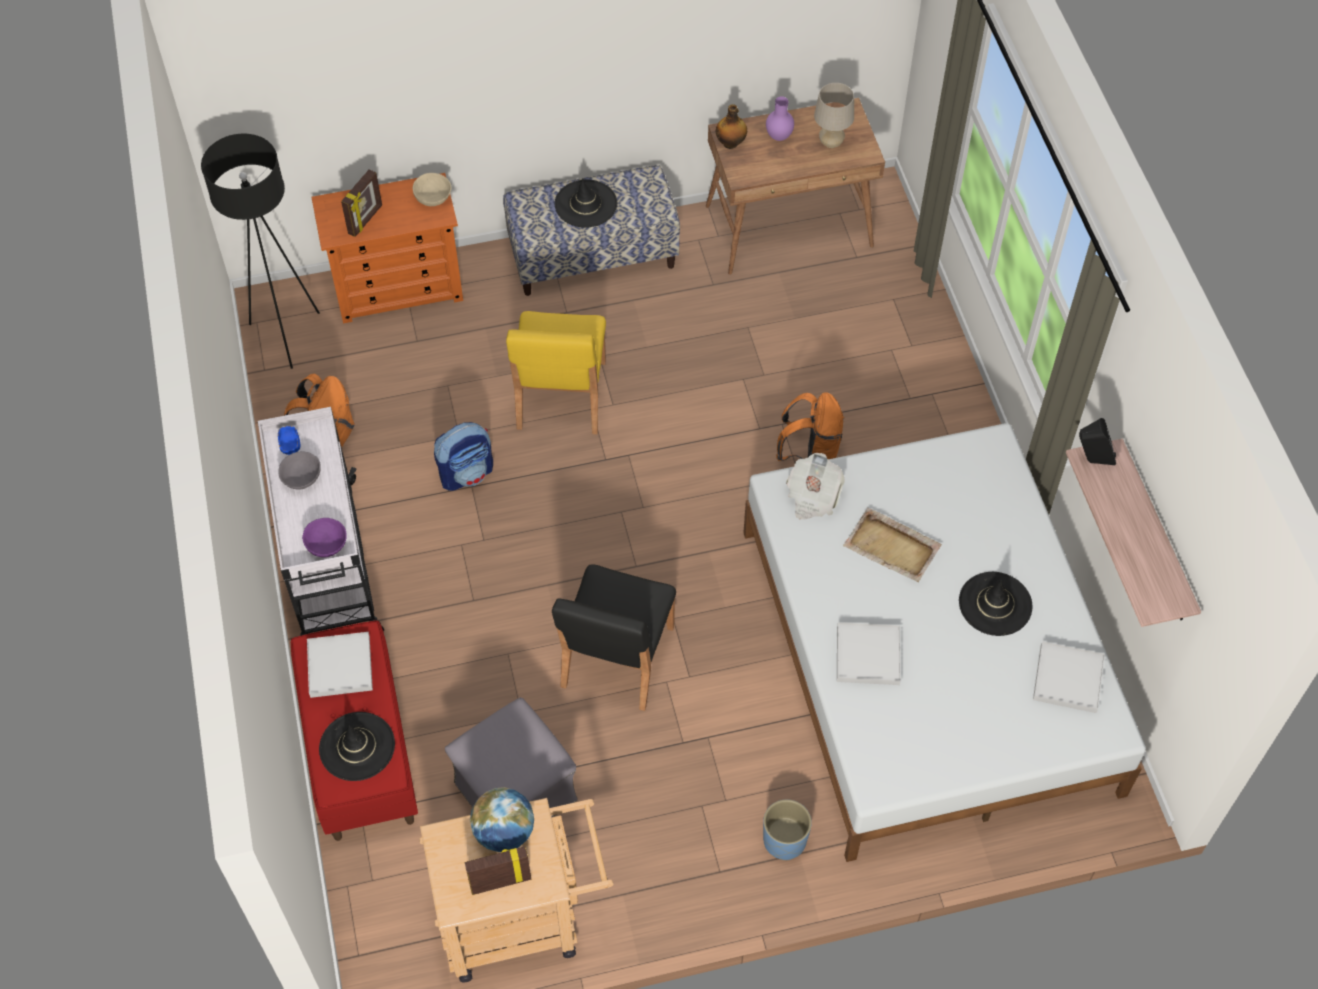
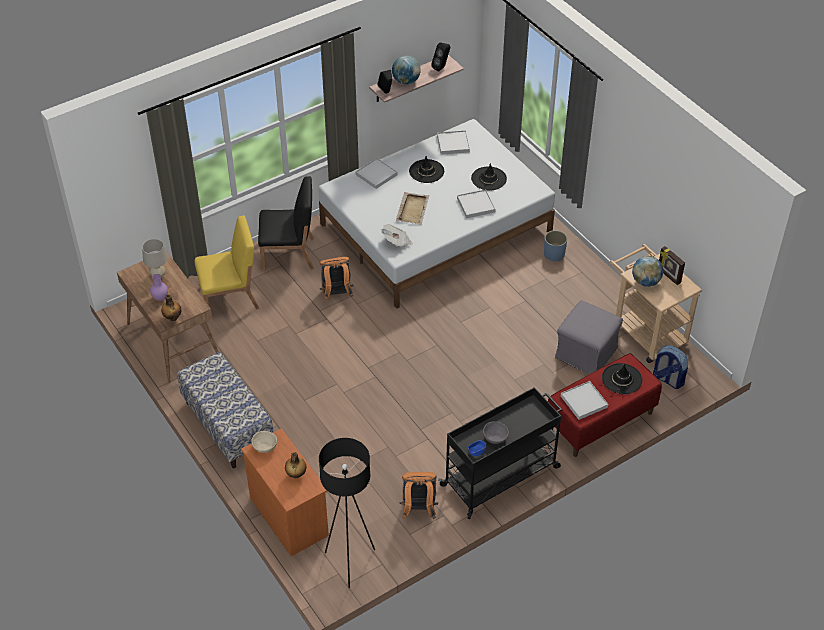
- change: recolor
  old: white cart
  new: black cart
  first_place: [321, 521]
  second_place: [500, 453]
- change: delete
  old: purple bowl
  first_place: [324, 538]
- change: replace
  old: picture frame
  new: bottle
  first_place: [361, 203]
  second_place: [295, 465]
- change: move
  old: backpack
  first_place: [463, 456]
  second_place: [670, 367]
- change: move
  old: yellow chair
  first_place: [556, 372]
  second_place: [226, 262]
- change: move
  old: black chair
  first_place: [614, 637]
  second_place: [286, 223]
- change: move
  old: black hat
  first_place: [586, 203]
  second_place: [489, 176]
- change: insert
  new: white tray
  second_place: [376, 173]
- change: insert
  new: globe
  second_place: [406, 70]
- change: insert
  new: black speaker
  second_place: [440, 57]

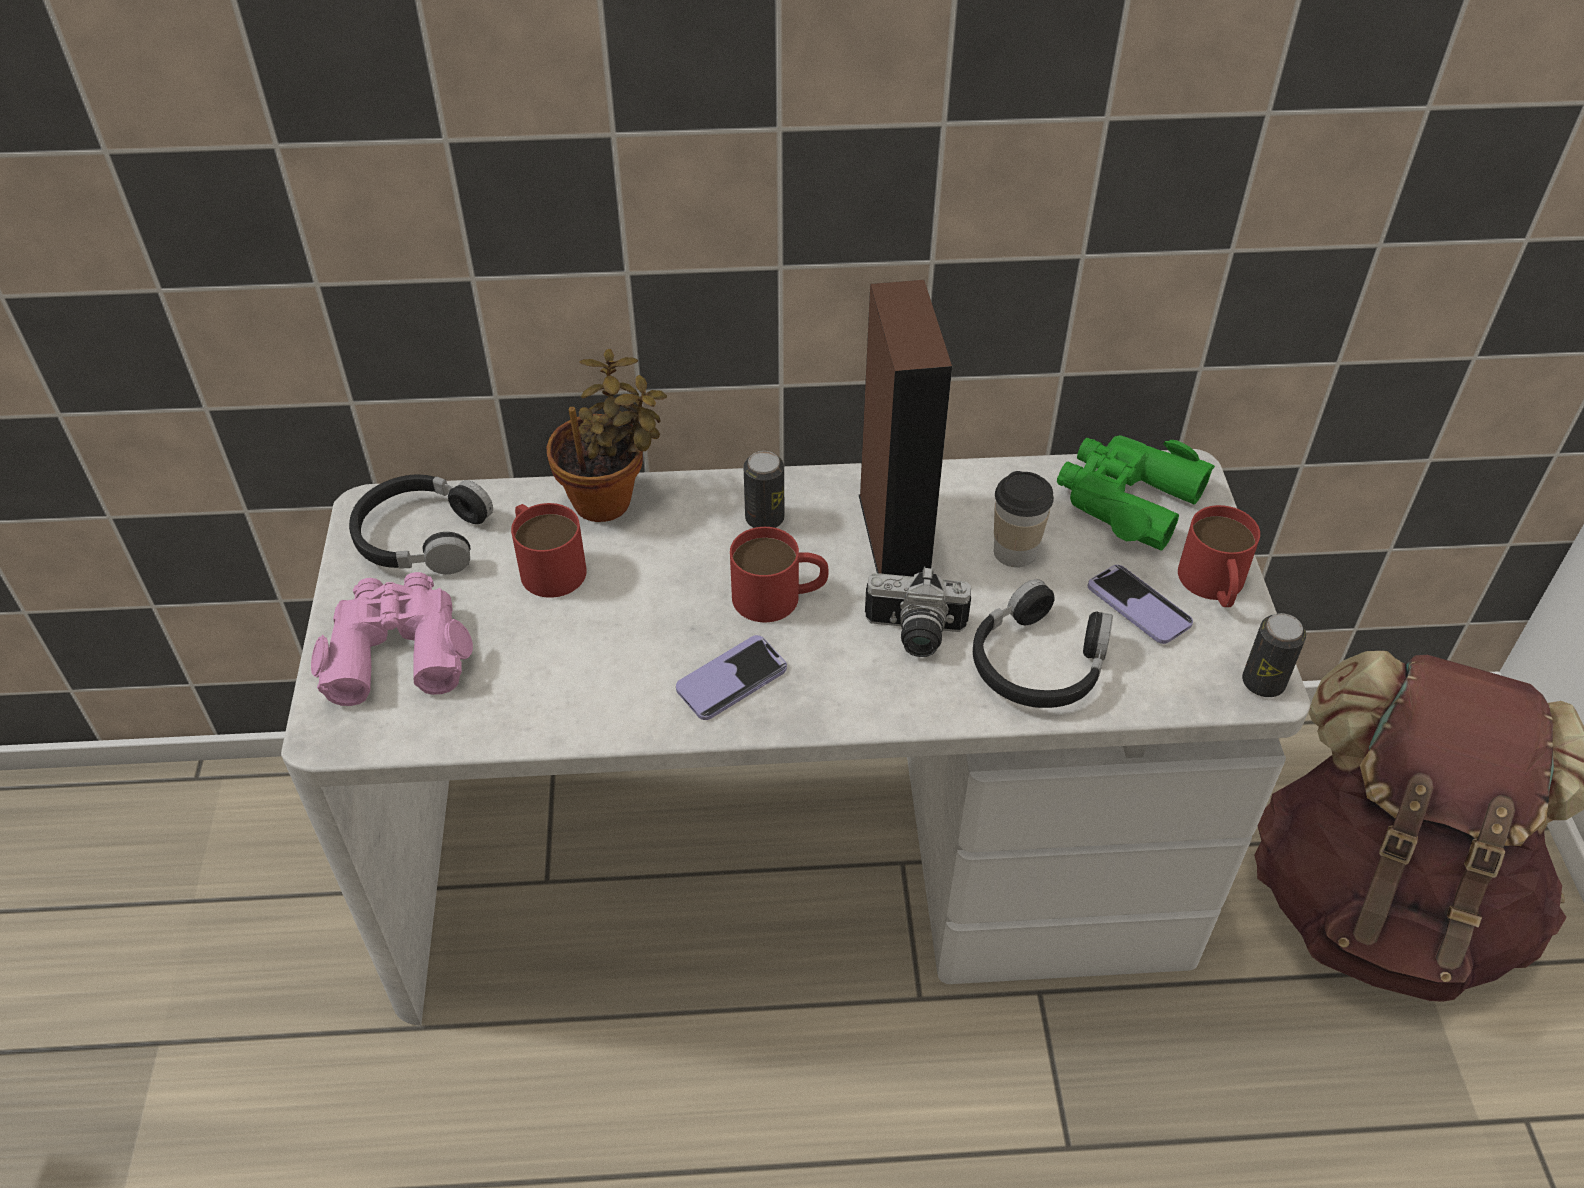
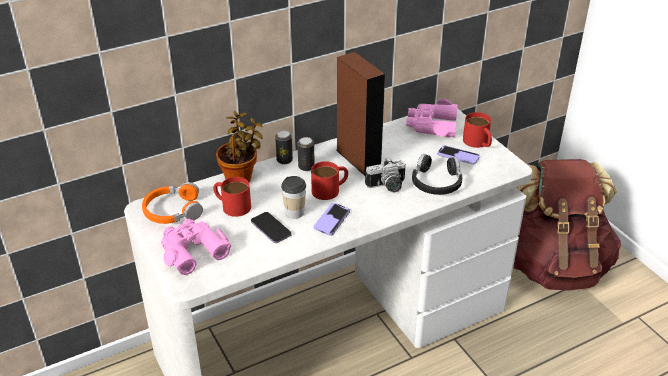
- change: recolor
  old: black headphones
  new: orange headphones
  first_place: [421, 524]
  second_place: [172, 203]
- change: move
  old: cup
  first_place: [1024, 519]
  second_place: [293, 197]
- change: recolor
  old: green binoculars
  new: pink binoculars
  first_place: [1136, 493]
  second_place: [432, 118]
- change: move
  old: can
  first_place: [1274, 655]
  second_place: [284, 147]
- change: insert
  new: phone
  second_place: [271, 227]

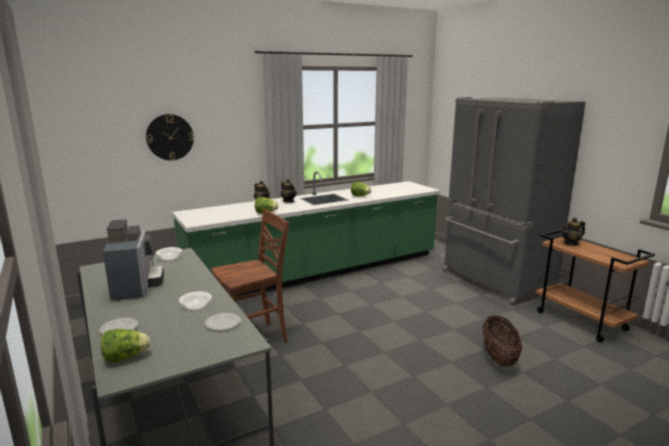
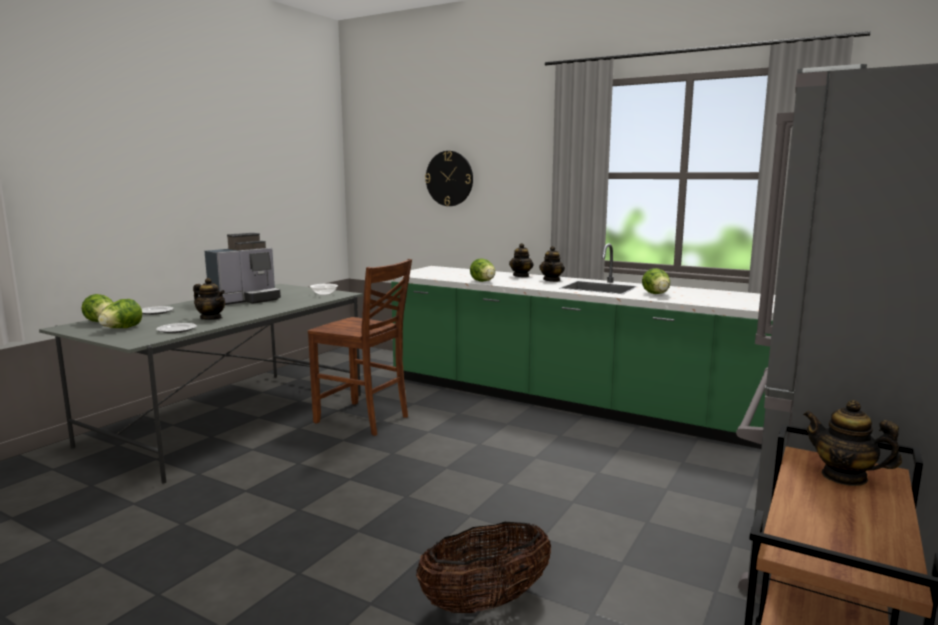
- change: replace
  old: bowl
  new: teapot
  first_place: [195, 300]
  second_place: [209, 299]
- change: insert
  new: lettuce
  second_place: [120, 313]

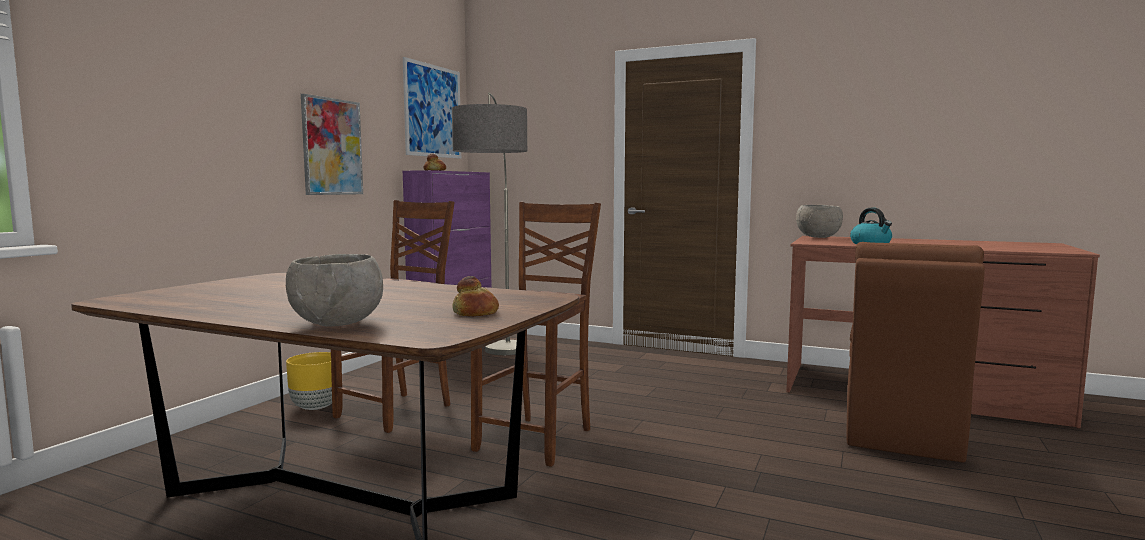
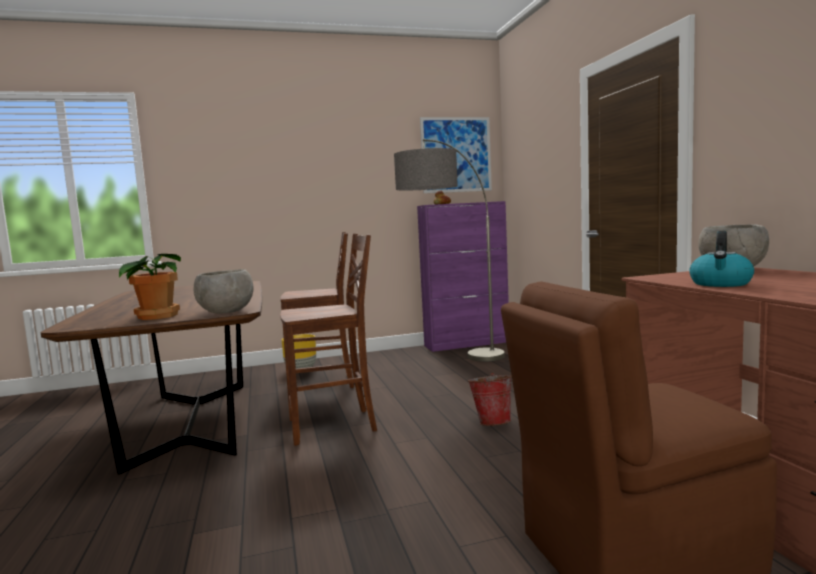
- change: move
  old: grey bowl
  first_place: [334, 290]
  second_place: [224, 291]
- change: delete
  old: picture
  first_place: [332, 144]
- change: replace
  old: bread
  new: potted plant
  first_place: [475, 296]
  second_place: [150, 287]
- change: insert
  new: bucket
  second_place: [490, 399]

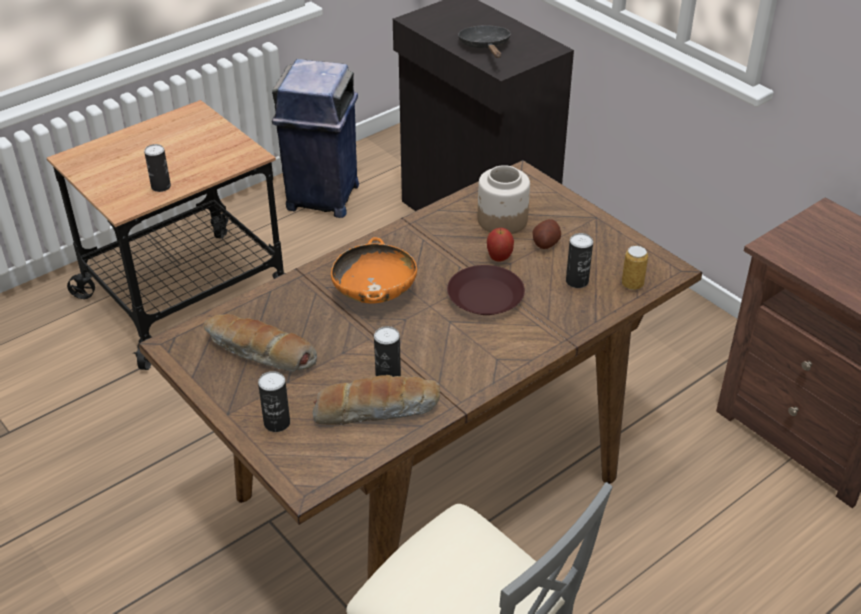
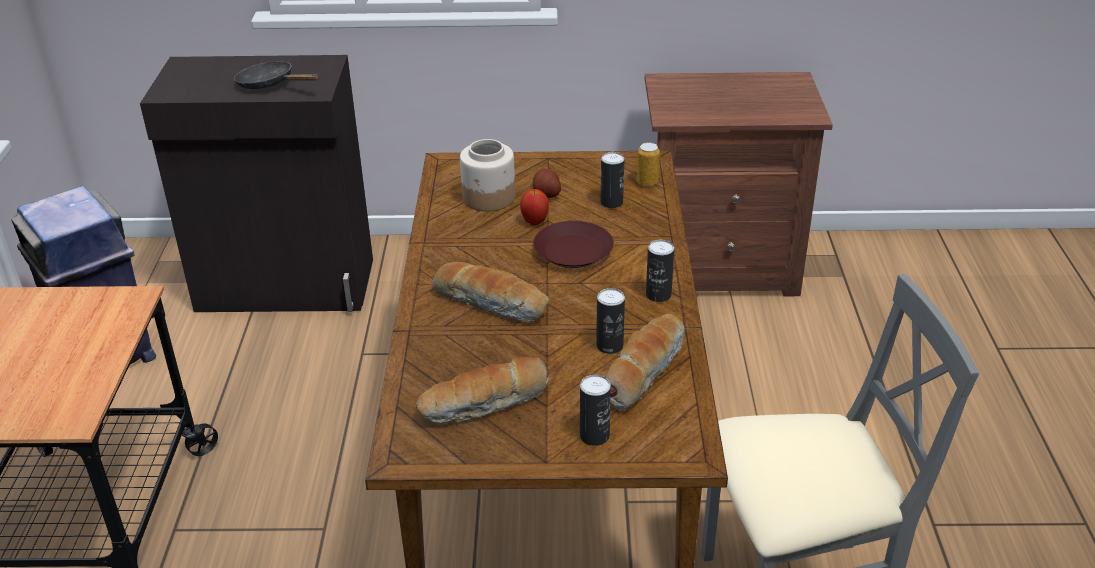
- change: move
  old: can
  first_place: [157, 168]
  second_place: [660, 271]
- change: replace
  old: orange bowl
  new: bread
  first_place: [374, 270]
  second_place: [491, 292]

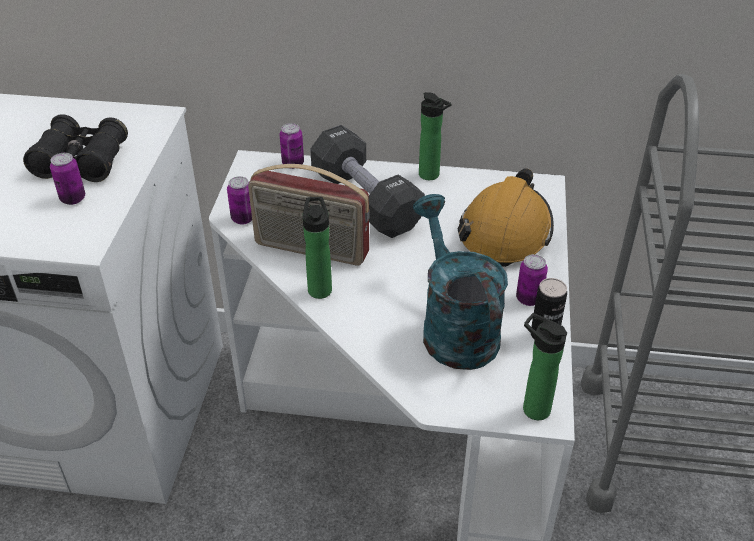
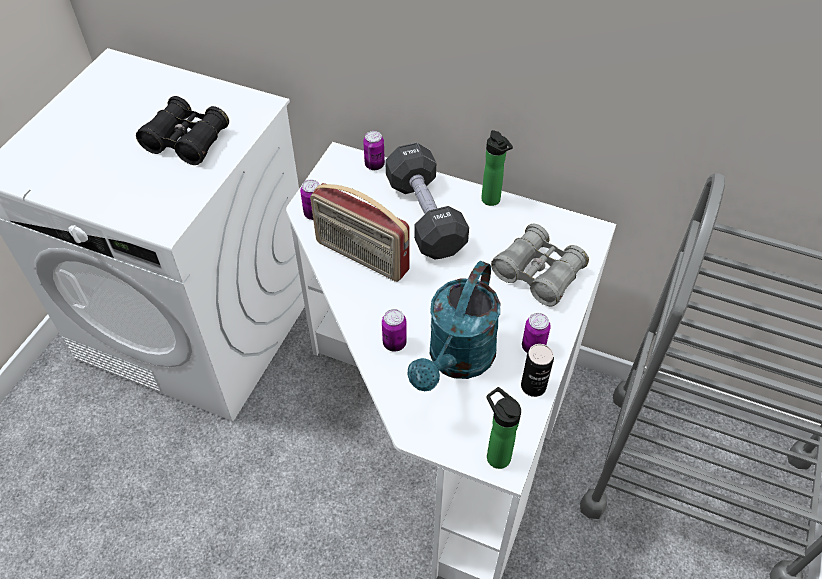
- change: move
  old: can
  first_place: [67, 179]
  second_place: [394, 330]
- change: delete
  old: bottle
  first_place: [317, 248]
- change: rotate
  old: turquoise watering can
  first_place: [460, 282]
  second_place: [454, 326]
  degrees: -150
- change: replace
  old: orange hard hat
  new: grey binoculars
  first_place: [505, 218]
  second_place: [540, 265]

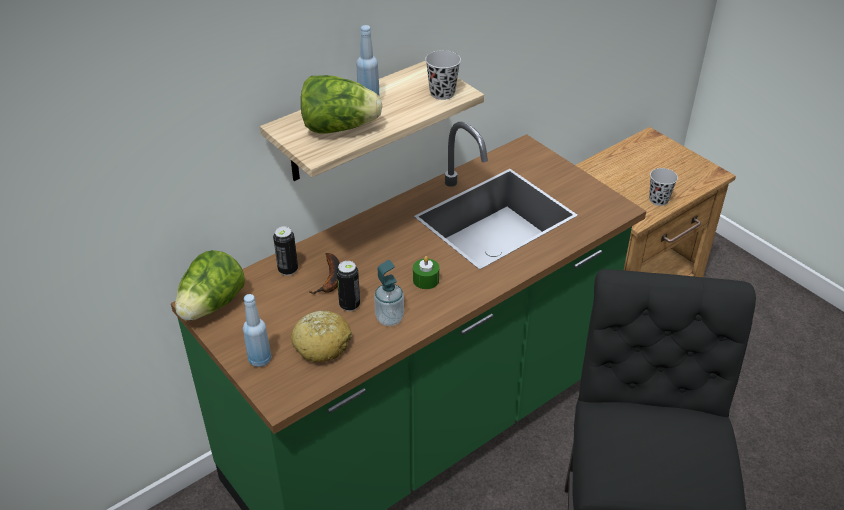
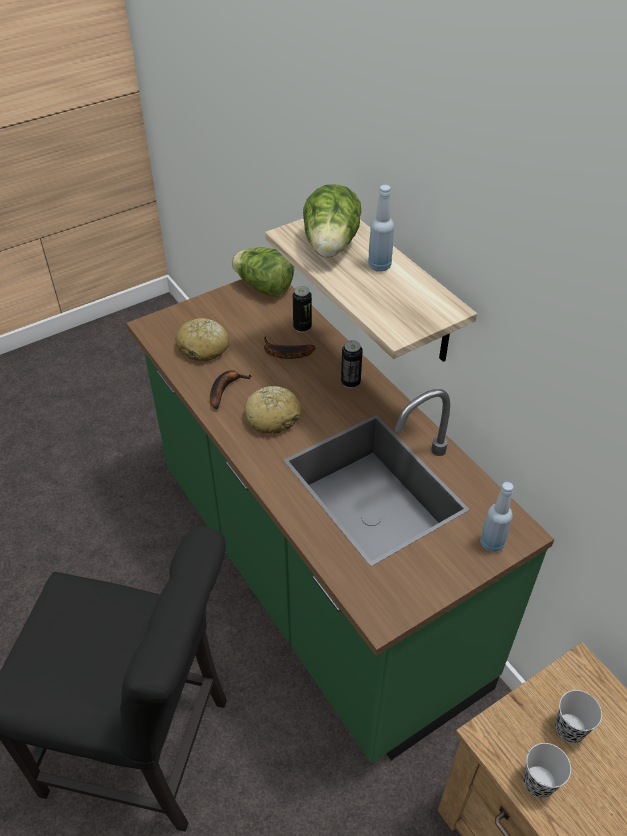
- change: move
  old: blue bottle
  first_place: [257, 330]
  second_place: [497, 517]
- change: move
  old: can
  first_place: [348, 286]
  second_place: [352, 364]
- change: replace
  old: soap dispenser
  new: banana
  first_place: [389, 293]
  second_place: [231, 389]
- change: replace
  old: green candle
  new: bread
  first_place: [426, 272]
  second_place: [273, 409]
- change: move
  old: black cup
  first_place: [443, 75]
  second_place: [578, 716]

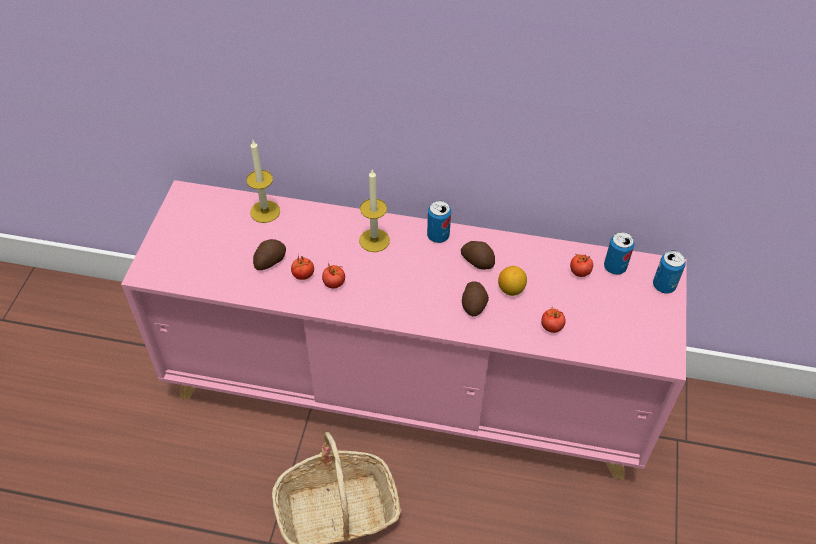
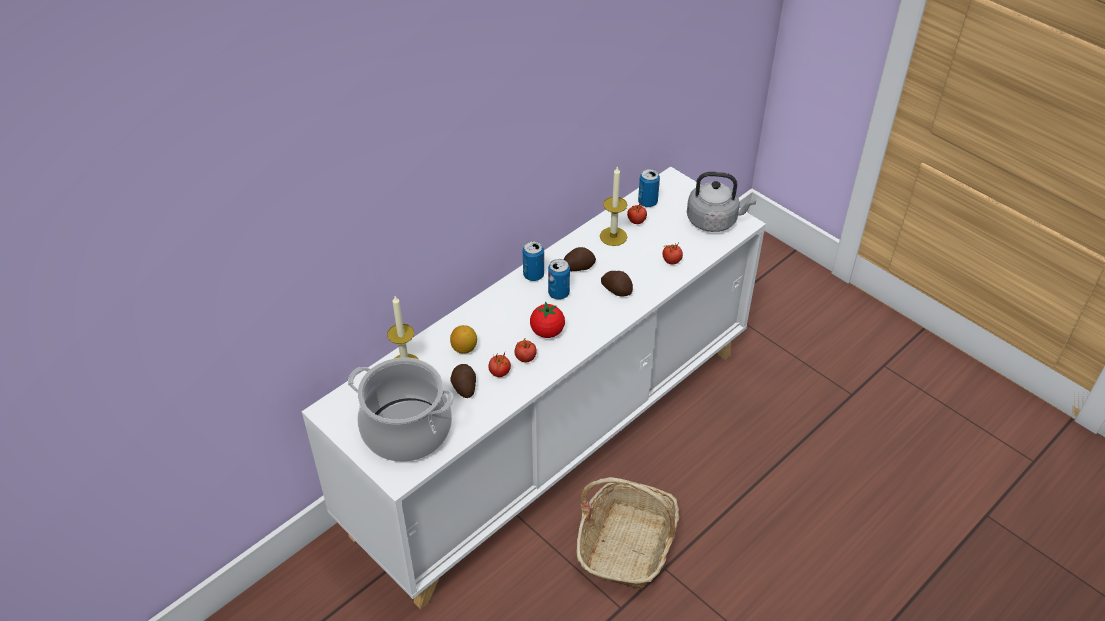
- change: recolor
  old: pink cabinet
  new: white cabinet
  first_place: [404, 330]
  second_place: [534, 388]
- change: move
  old: candle
  first_place: [374, 211]
  second_place: [613, 206]
- change: move
  old: lemon
  first_place: [512, 281]
  second_place: [463, 339]
- change: move
  old: can
  first_place: [669, 271]
  second_place: [559, 279]
- change: insert
  new: cooking pot
  second_place: [401, 409]
- change: insert
  new: tomato
  second_place: [547, 319]
- change: insert
  new: grey kettle
  second_place: [721, 202]

